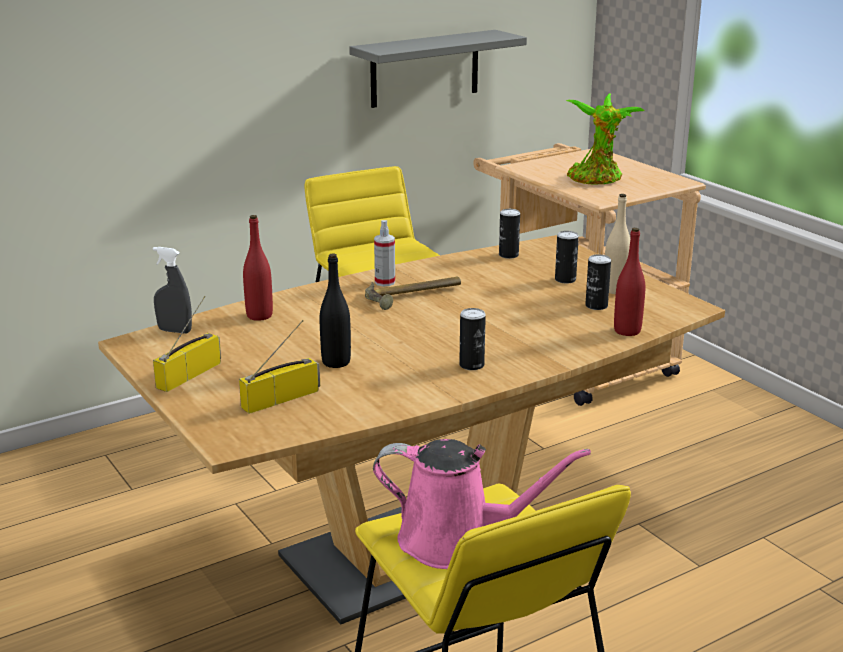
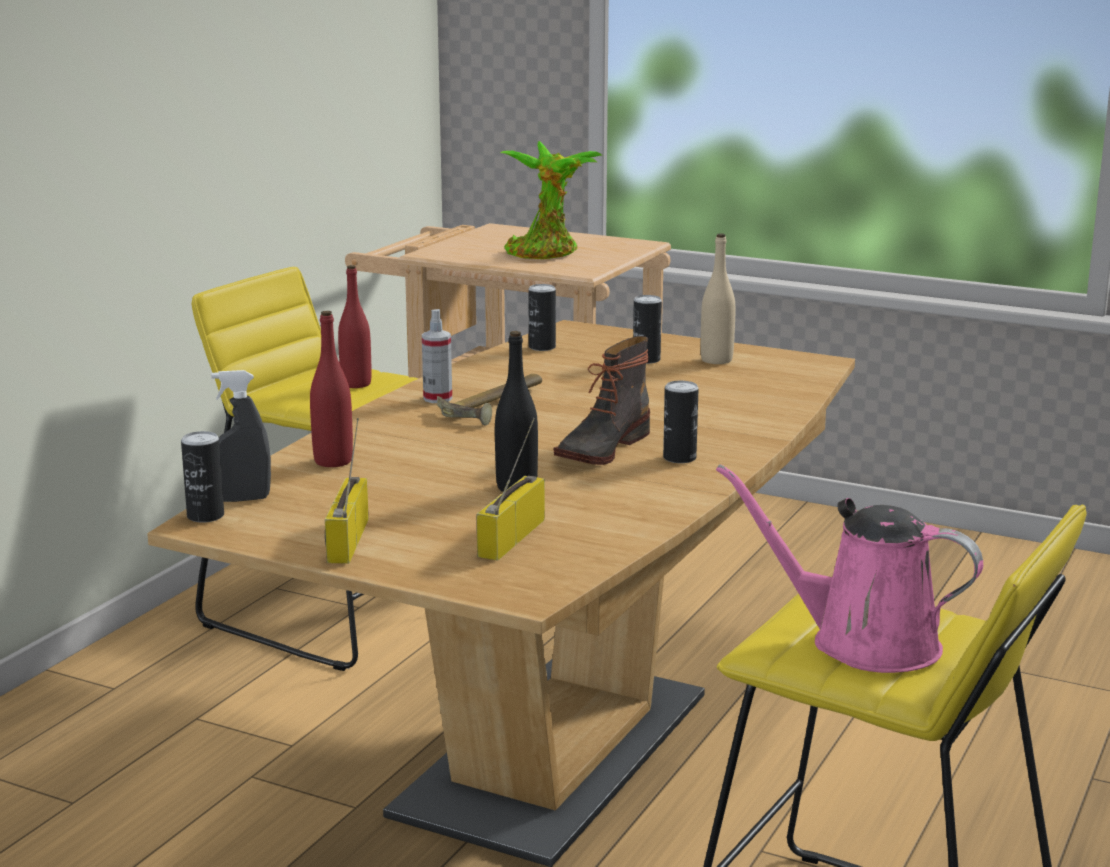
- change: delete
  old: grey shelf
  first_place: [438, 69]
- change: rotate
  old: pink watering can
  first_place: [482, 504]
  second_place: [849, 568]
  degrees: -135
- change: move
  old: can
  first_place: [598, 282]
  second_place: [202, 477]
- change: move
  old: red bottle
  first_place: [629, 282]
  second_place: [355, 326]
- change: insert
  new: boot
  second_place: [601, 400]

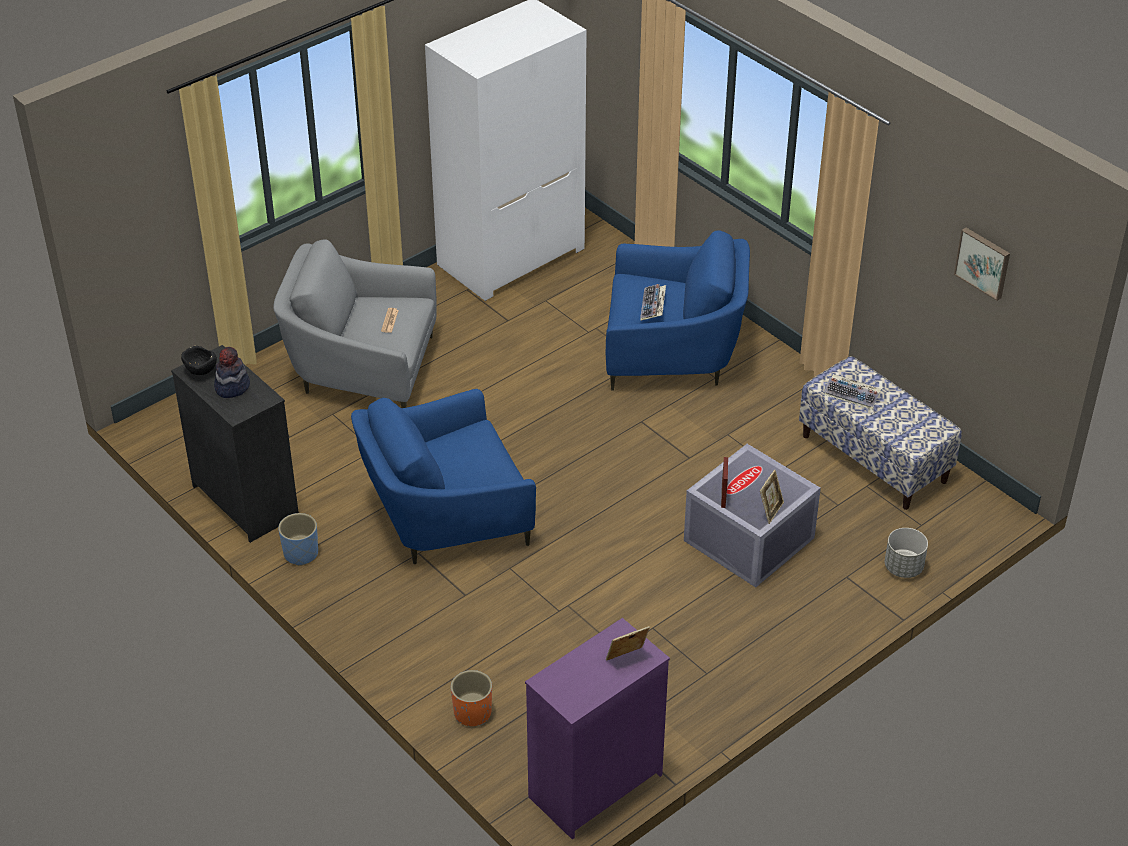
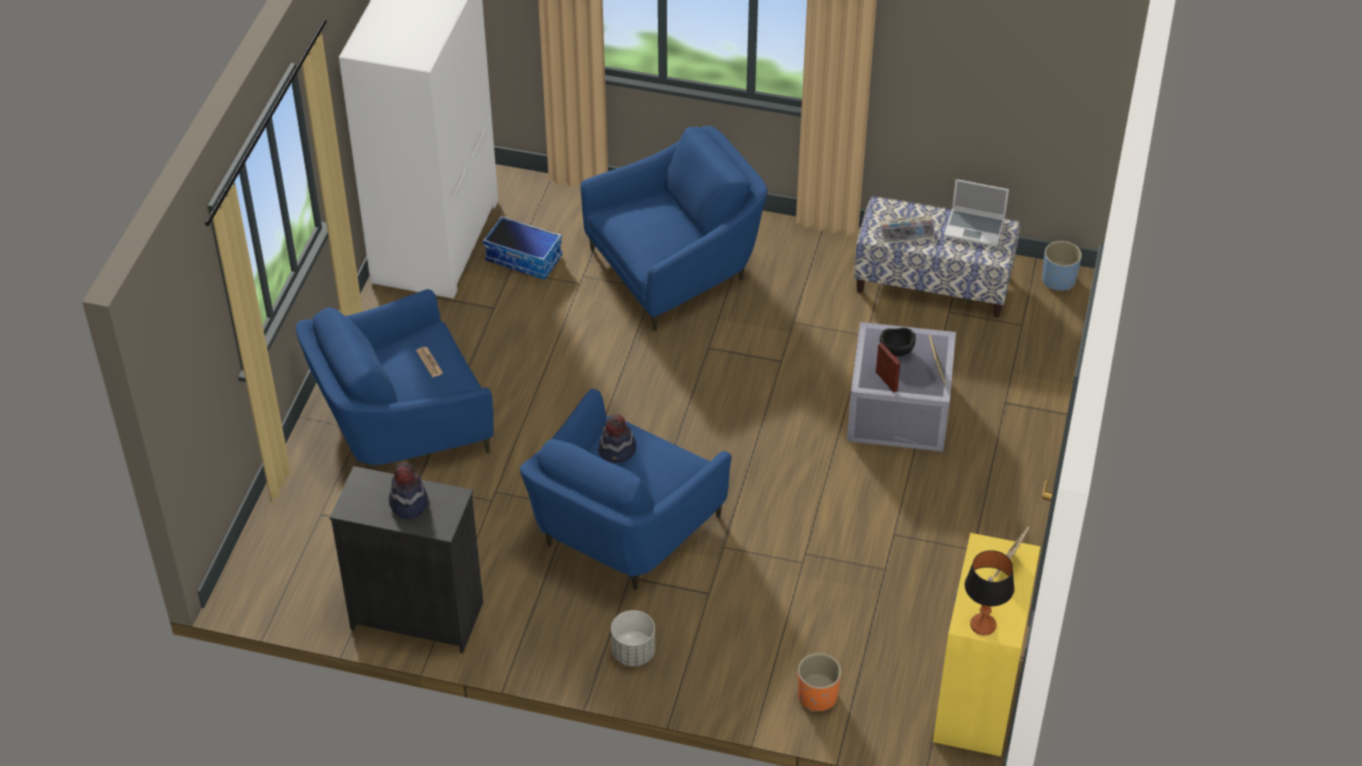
- change: move
  old: black bowl
  first_place: [199, 360]
  second_place: [898, 342]
- change: recolor
  old: grey armchair
  new: blue armchair
  first_place: [355, 323]
  second_place: [395, 379]
- change: move
  old: blue planter
  first_place: [298, 539]
  second_place: [1062, 266]
- change: recolor
  old: purple dresser
  new: yellow dresser
  first_place: [597, 729]
  second_place: [986, 644]
- change: delete
  old: keyboard
  first_place: [653, 302]
- change: move
  old: grey planter
  first_place: [906, 553]
  second_place: [633, 638]
- change: delete
  old: picture
  first_place: [982, 264]
- change: insert
  new: storage box
  second_place: [522, 248]
- change: insert
  new: hat
  second_place: [617, 438]
- change: insert
  new: laptop
  second_place: [976, 213]
- change: insert
  new: table lamp
  second_place: [989, 592]

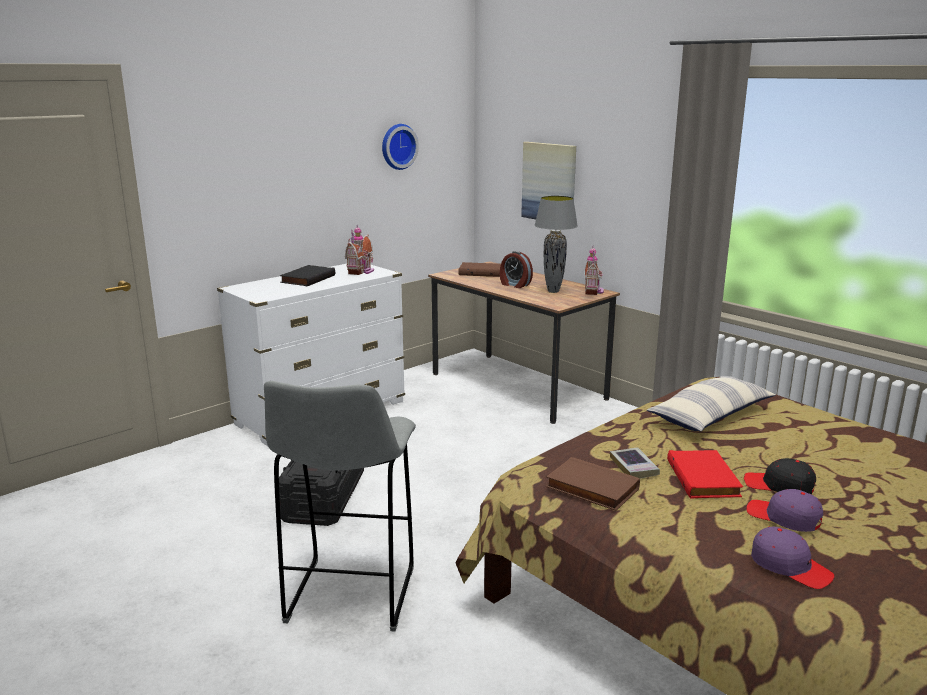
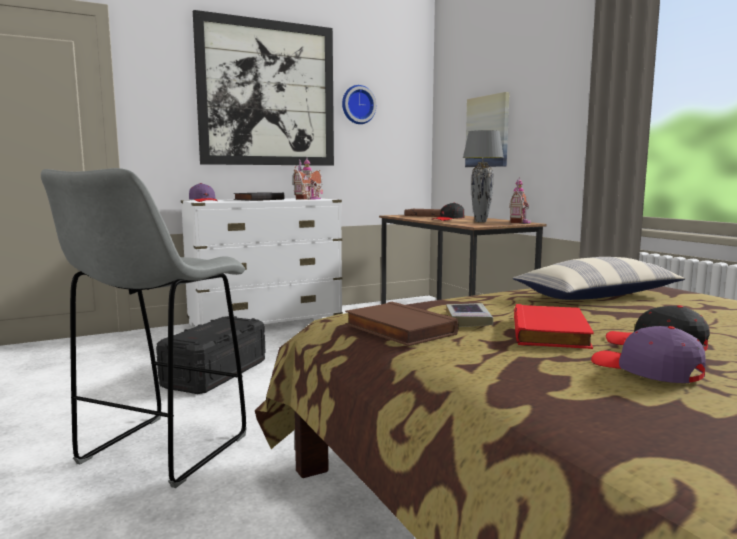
- change: replace
  old: alarm clock
  new: black cap
  first_place: [516, 269]
  second_place: [448, 212]
- change: move
  old: purple cap
  first_place: [793, 558]
  second_place: [203, 192]
- change: insert
  new: picture
  second_place: [263, 88]

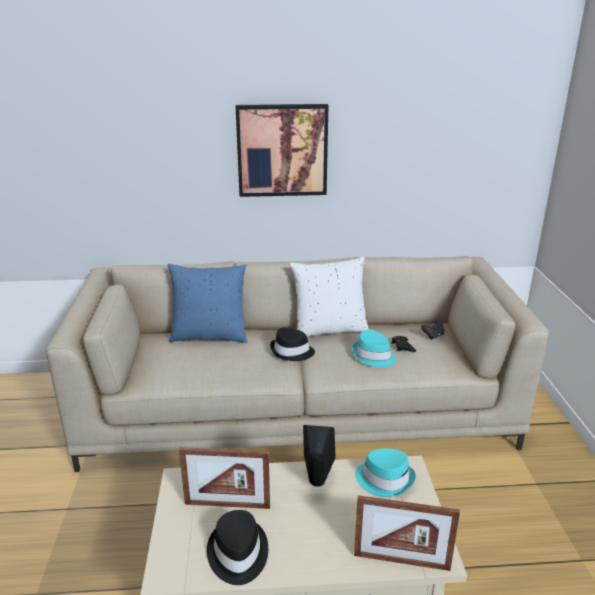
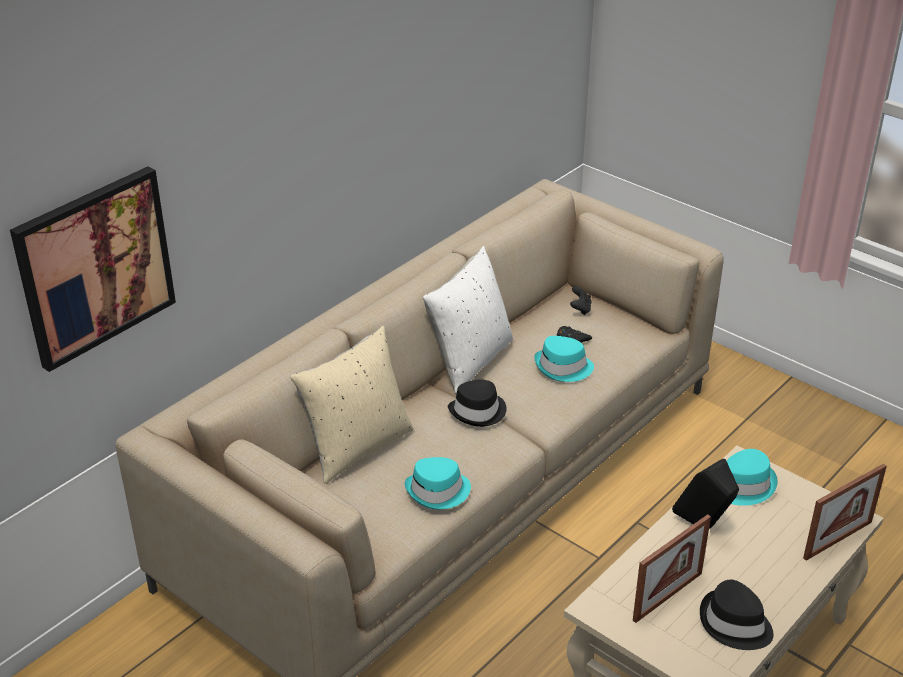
- change: recolor
  old: blue pillow
  new: beige pillow
  first_place: [207, 303]
  second_place: [352, 405]
- change: move
  old: picture
  first_place: [282, 150]
  second_place: [93, 269]
- change: insert
  new: turquoise hat
  second_place: [438, 483]

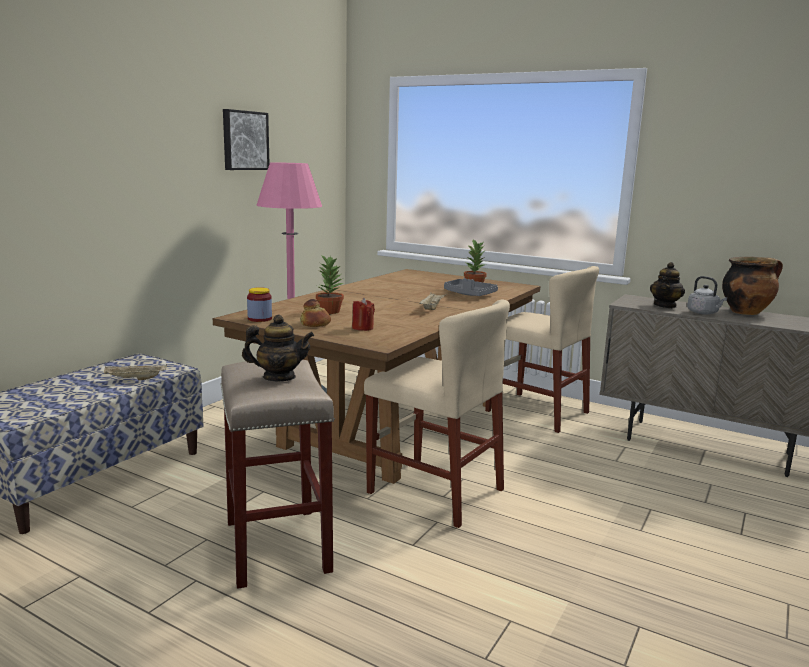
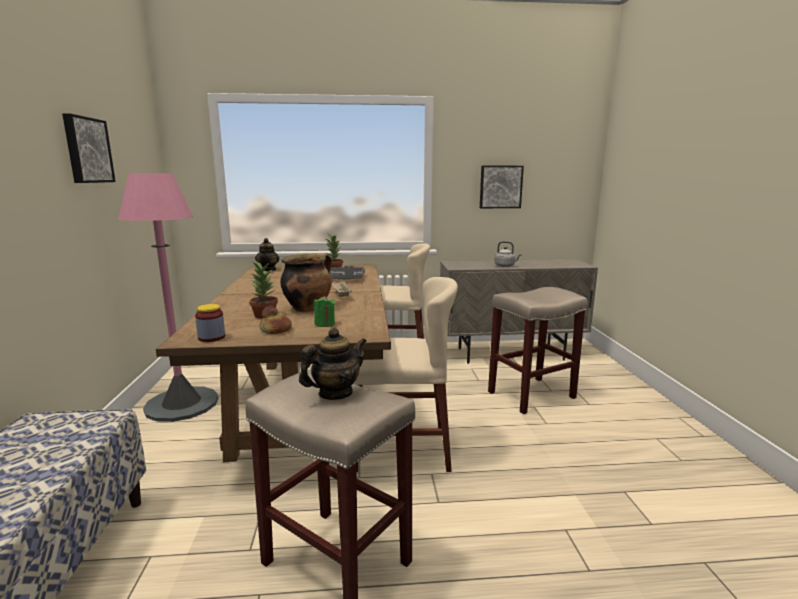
- change: delete
  old: beige tray
  first_place: [135, 372]
- change: recolor
  old: red candle
  new: green candle
  first_place: [363, 314]
  second_place: [324, 311]
- change: move
  old: teapot
  first_place: [667, 285]
  second_place: [267, 254]
- change: move
  old: cooking pot
  first_place: [752, 286]
  second_place: [306, 282]
- change: insert
  new: picture
  second_place: [502, 187]
- change: insert
  new: beige stool
  second_place: [537, 350]

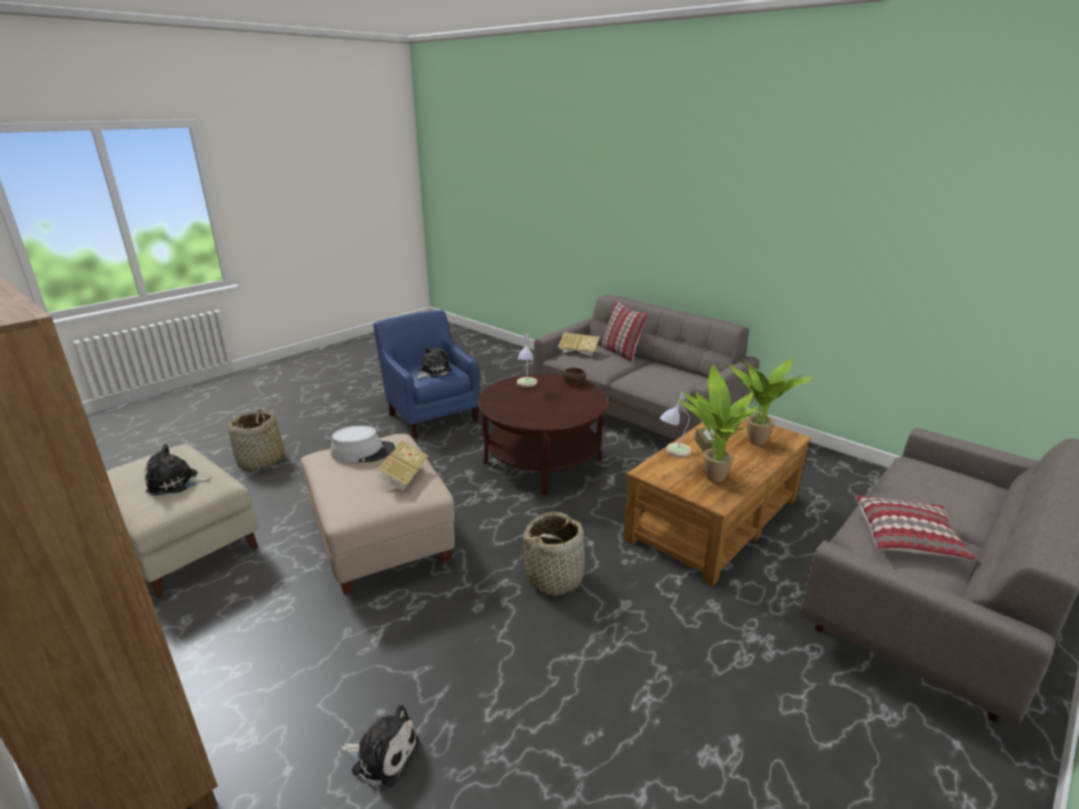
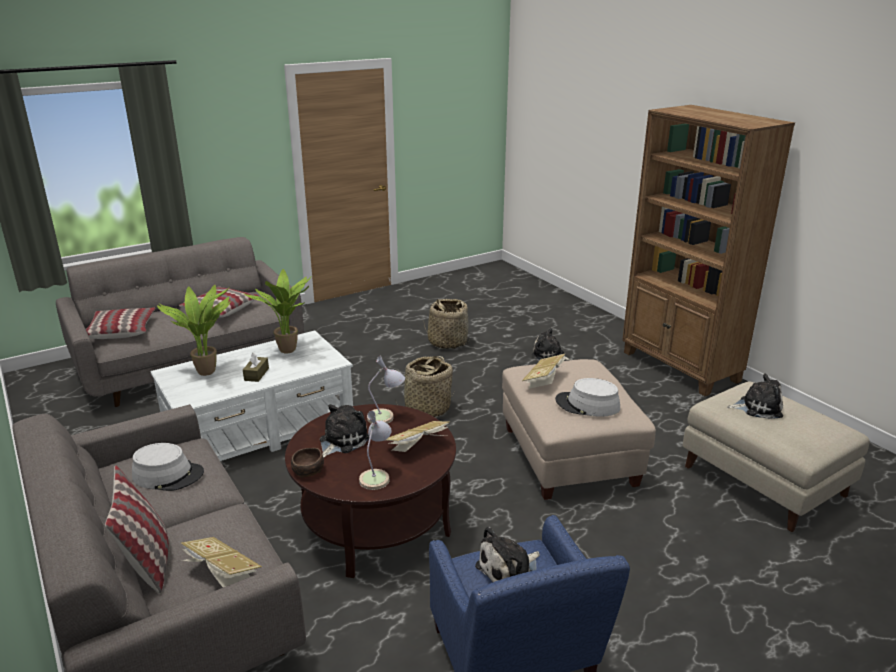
- change: move
  old: basket
  first_place: [257, 440]
  second_place: [447, 324]
- change: recolor
  old: brown coffee table
  new: white coffee table
  first_place: [717, 502]
  second_place: [251, 396]
- change: move
  old: table lamp
  first_place: [675, 425]
  second_place: [386, 389]
- change: insert
  new: pillow
  second_place: [120, 323]
- change: insert
  new: grey hat
  second_place: [168, 467]
- change: insert
  new: plush toy
  second_place: [344, 431]
- change: insert
  new: book
  second_place: [417, 436]

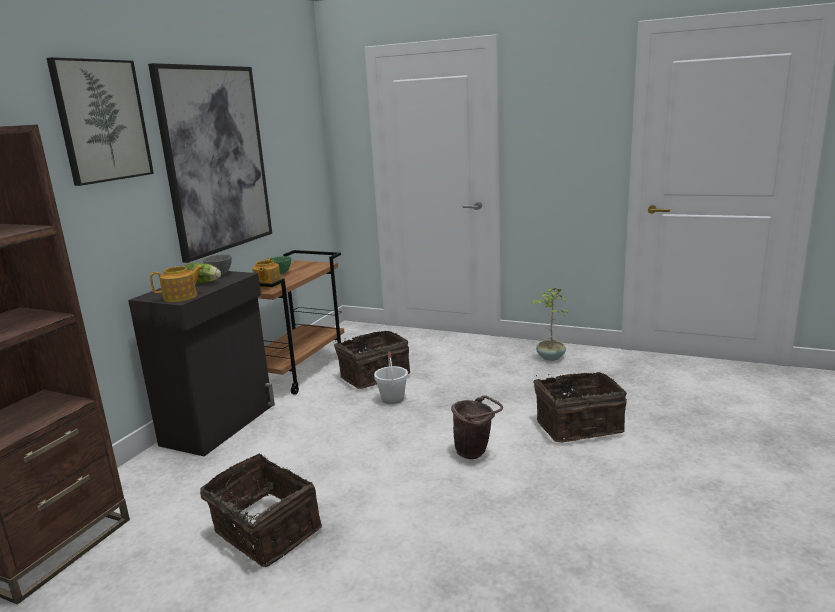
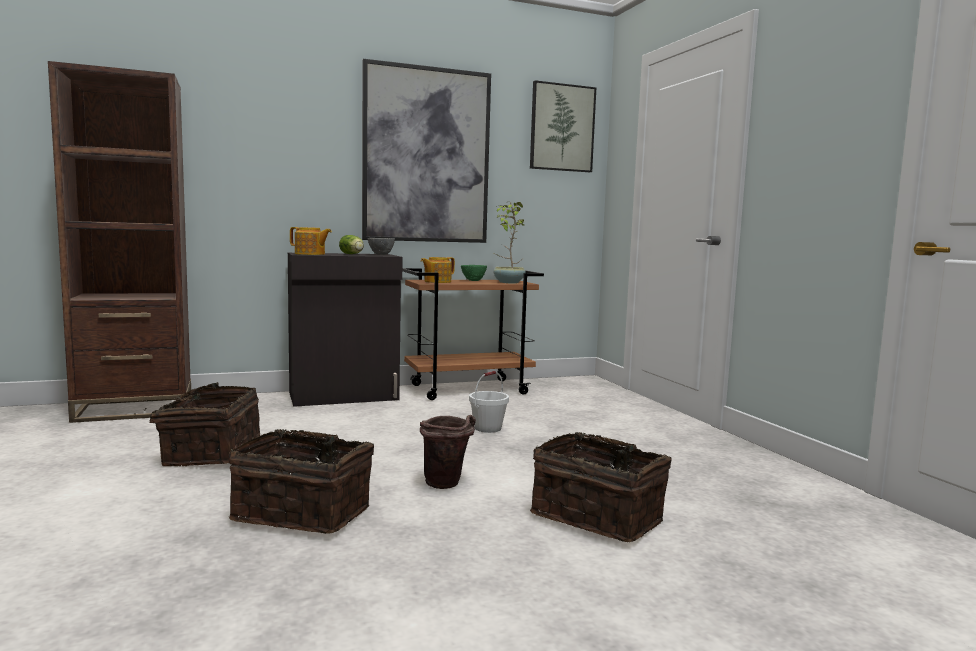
- change: move
  old: picture
  first_place: [100, 121]
  second_place: [563, 126]
- change: move
  old: basket
  first_place: [372, 360]
  second_place: [301, 481]
- change: move
  old: potted plant
  first_place: [549, 324]
  second_place: [509, 242]

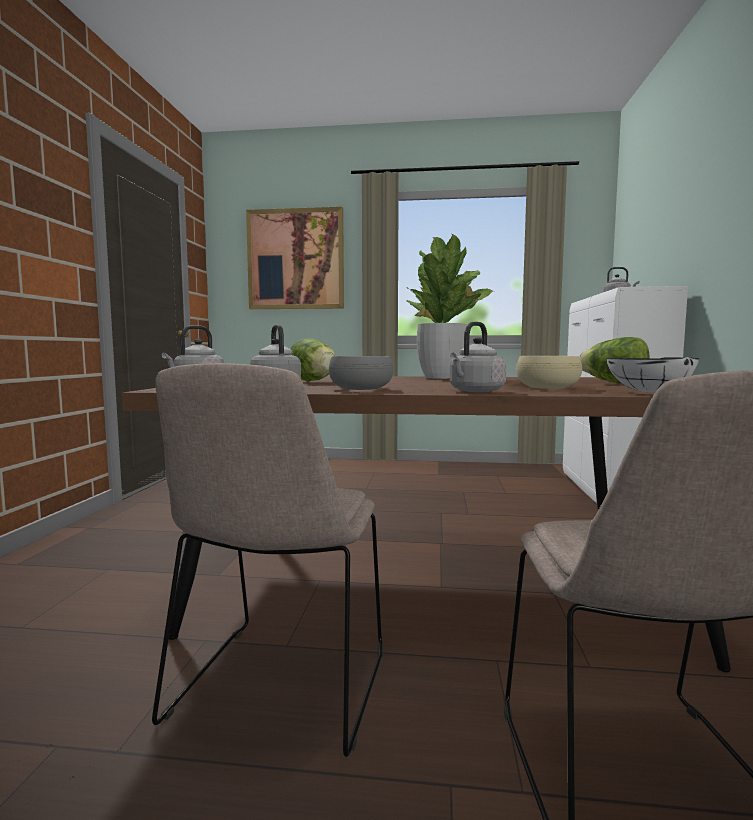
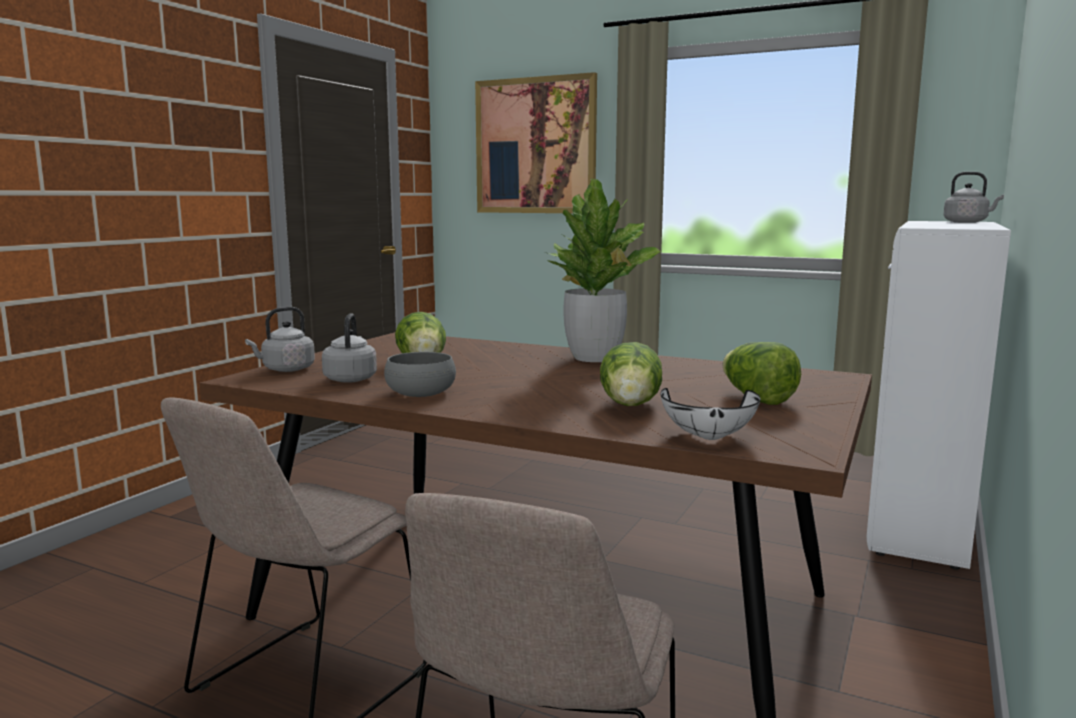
- change: delete
  old: grey kettle
  first_place: [478, 357]
- change: replace
  old: beige bowl
  new: lettuce
  first_place: [549, 372]
  second_place: [631, 374]

